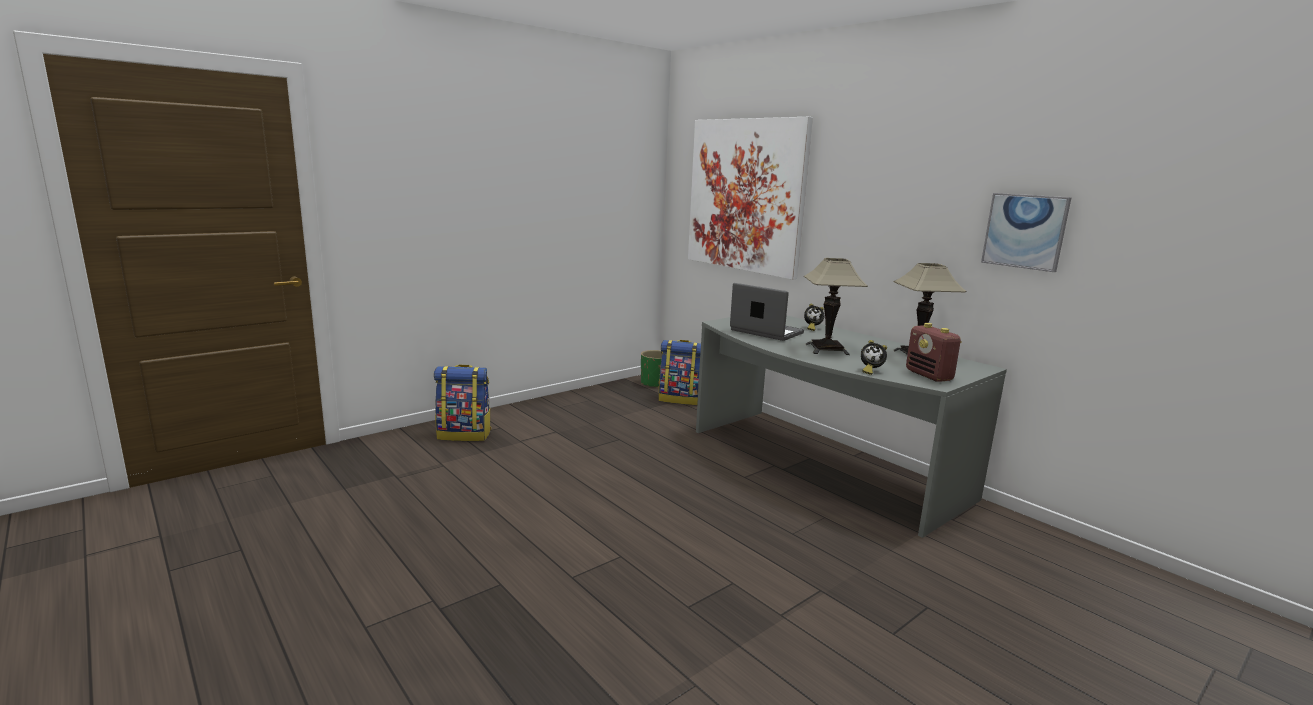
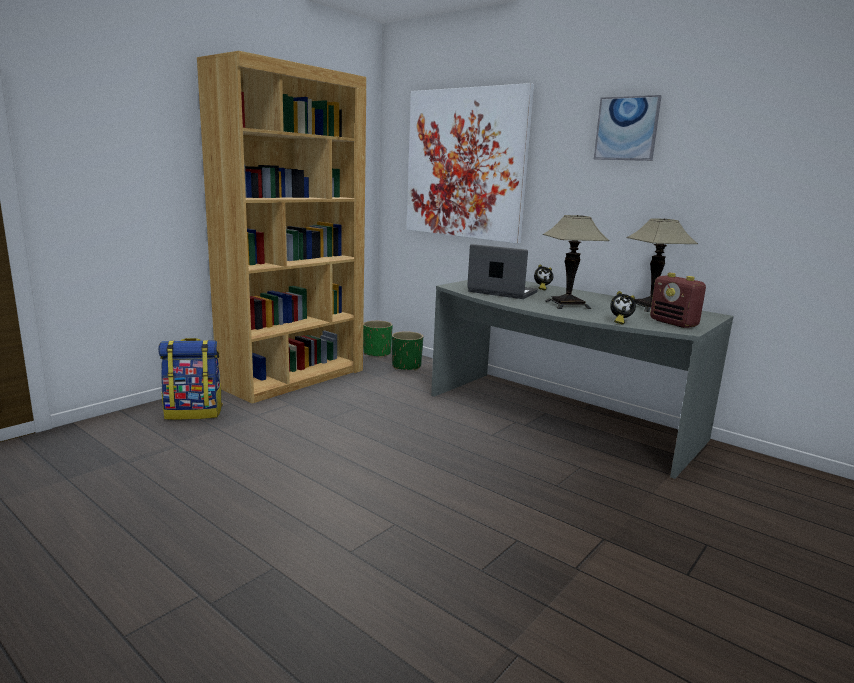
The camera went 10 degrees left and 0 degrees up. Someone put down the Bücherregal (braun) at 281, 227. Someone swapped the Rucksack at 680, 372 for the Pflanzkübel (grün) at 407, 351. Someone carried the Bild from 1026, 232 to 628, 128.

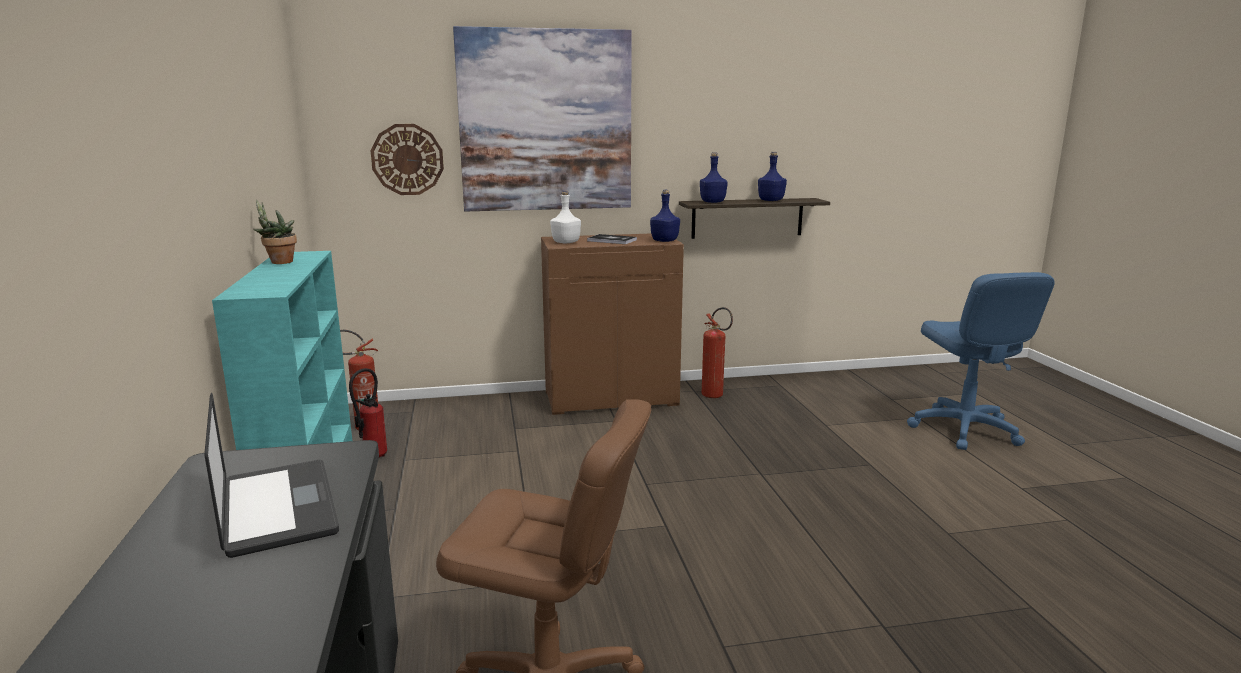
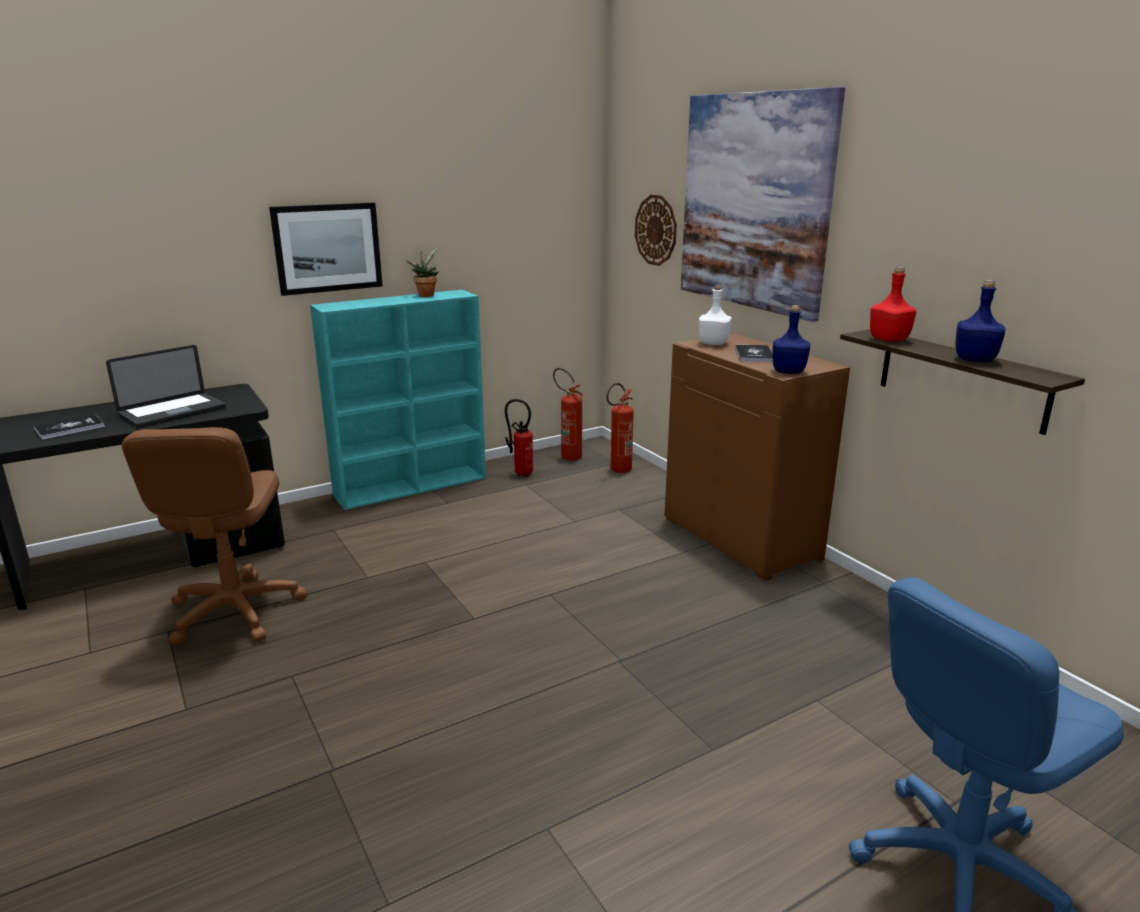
The camera went 70 degrees right and 5 degrees up. Someone put down the Buch at 69, 427. Someone put up the Bild at 326, 249. Someone carried the Feuerlöscher from 717, 352 to 620, 428. Someone repainted the Flasche (blau) at 714, 177, which became the Flasche (rot) at 893, 304.

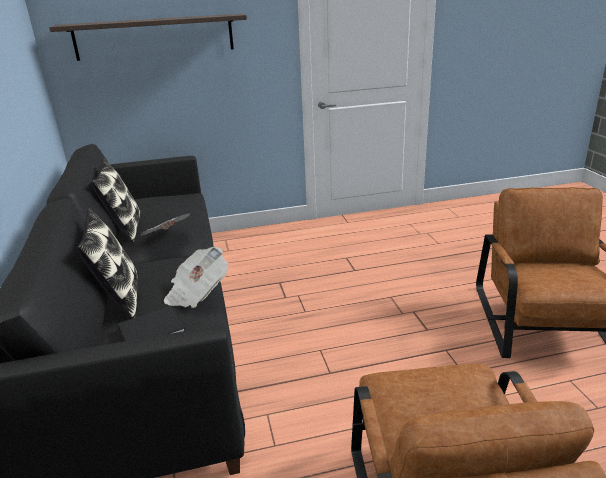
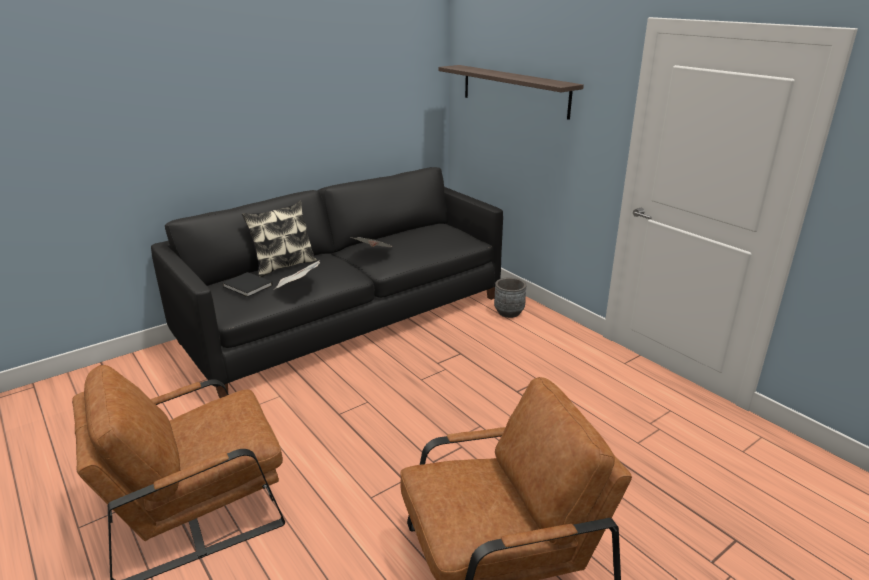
The camera went 65 degrees right and 0 degrees up. Someone put down the Pflanzkübel (grau) at 510, 297. Someone took away the Kissen at 115, 200.

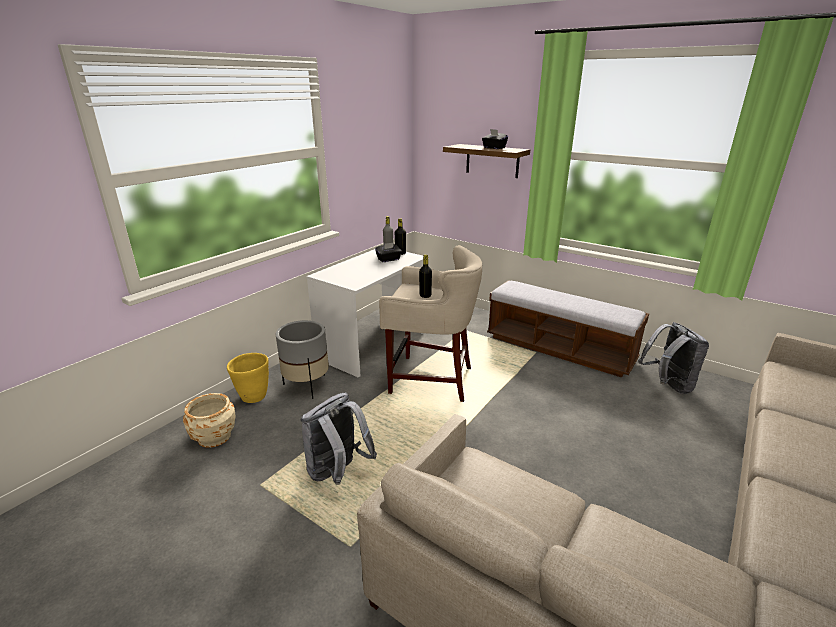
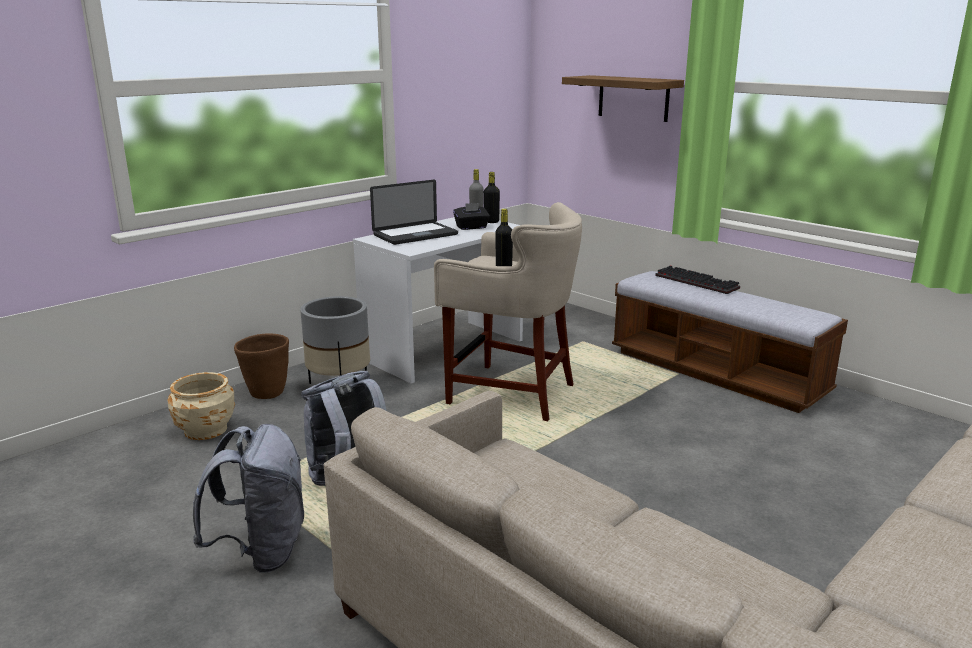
The camera went 10 degrees right and 5 degrees down. Someone carried the Rucksack (grau) from 674, 358 to 248, 498. Someone repainted the Pflanzkübel (gelb) at 248, 378, which became the Pflanzkübel (braun) at 261, 366. Someone put down the Laptop at 414, 212. Someone put down the Tastatur at 697, 280. Someone took away the Taschentuchbox (schwarz) at 495, 139.

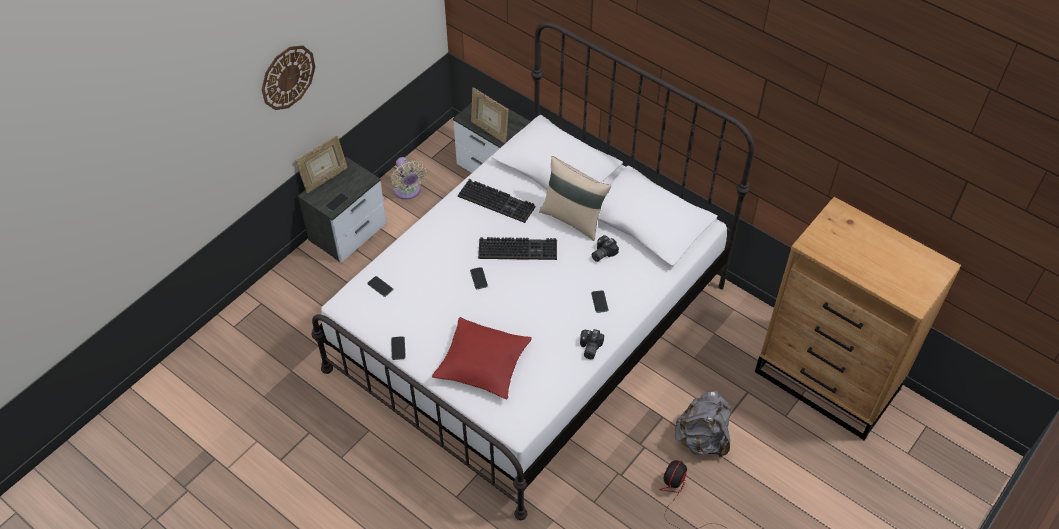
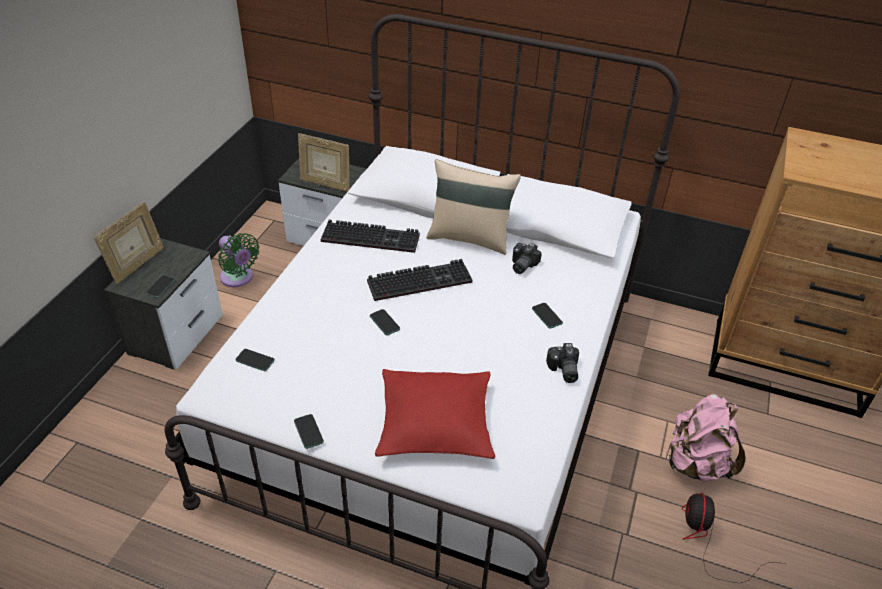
The camera went 20 degrees left and 10 degrees down. Someone repainted the Ventilator (beige) at 409, 178, which became the Ventilator (grün) at 238, 260. Someone repainted the Rucksack (grau) at 702, 424, which became the Rucksack (rosa) at 705, 438. Someone took away the Wanduhr at 288, 77.

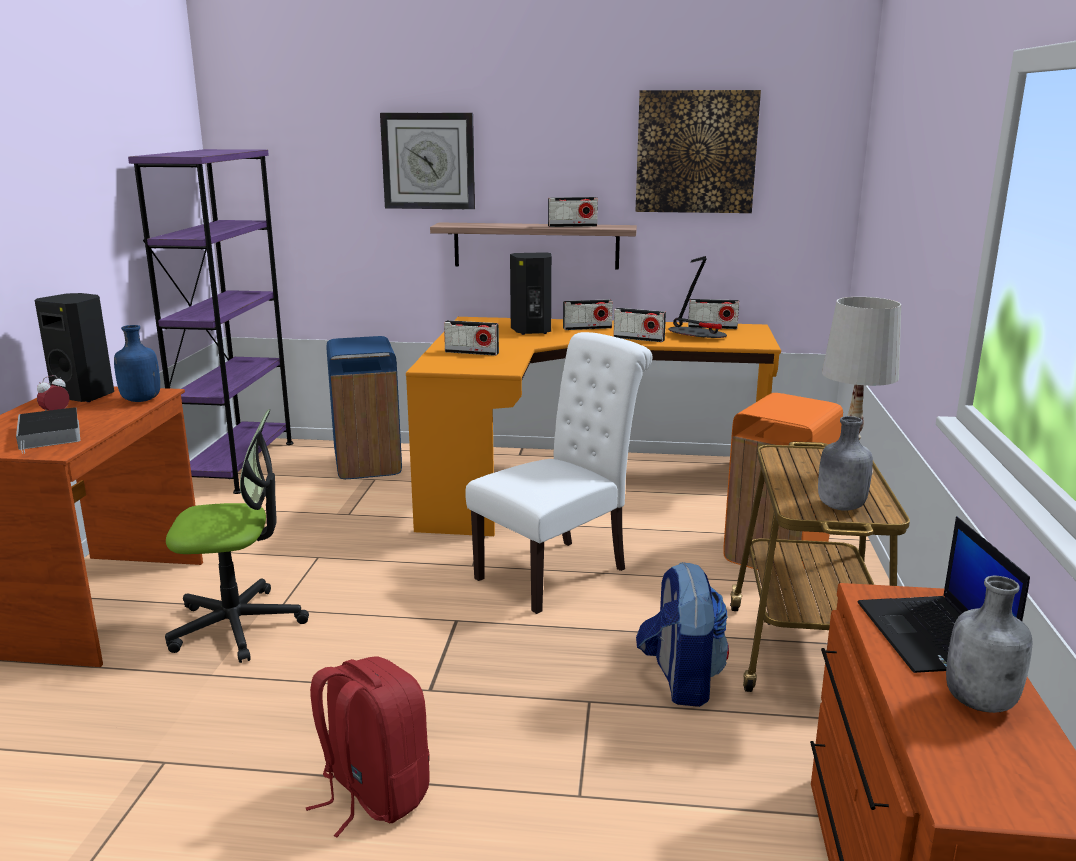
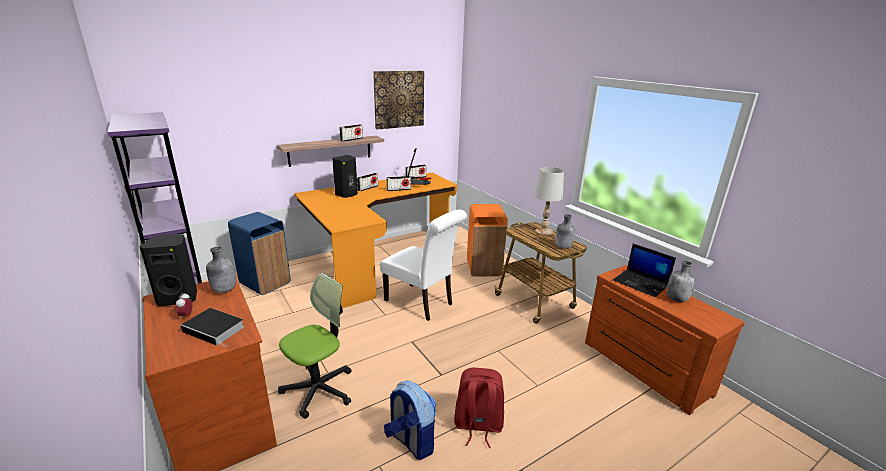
The camera went 40 degrees left and 5 degrees up. Someone repainted the Flasche (blau) at 137, 363, which became the Flasche (grau) at 221, 269. Someone rotated the Stuhl (weiß) at 559, 473 by 120 degrees clockwise. Someone carried the Rucksack from 682, 634 to 410, 420. Someone took away the Wanduhr at 427, 161. Someone took away the Radio at 471, 338.

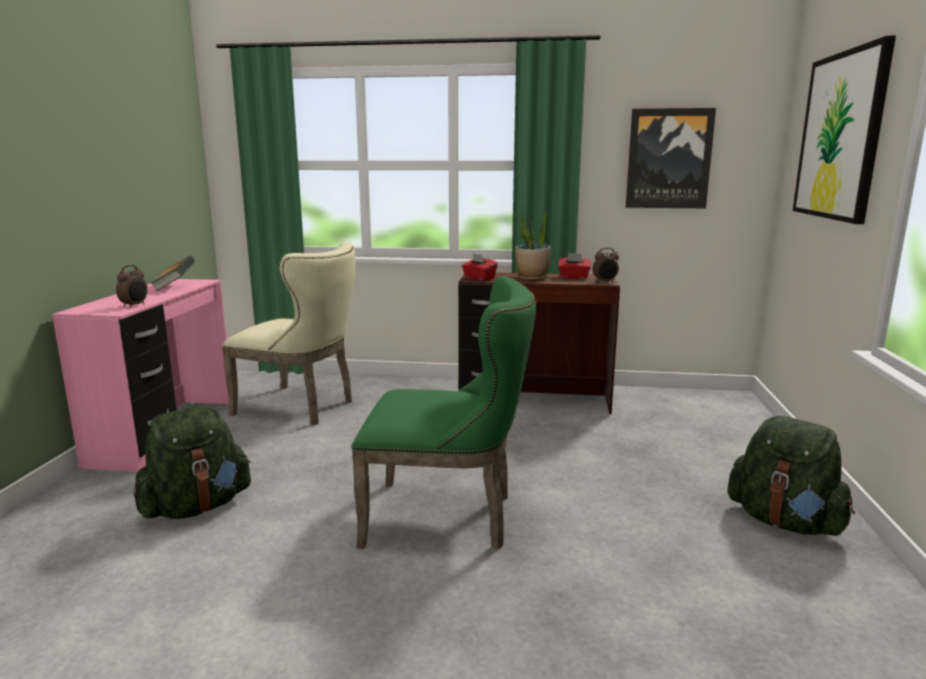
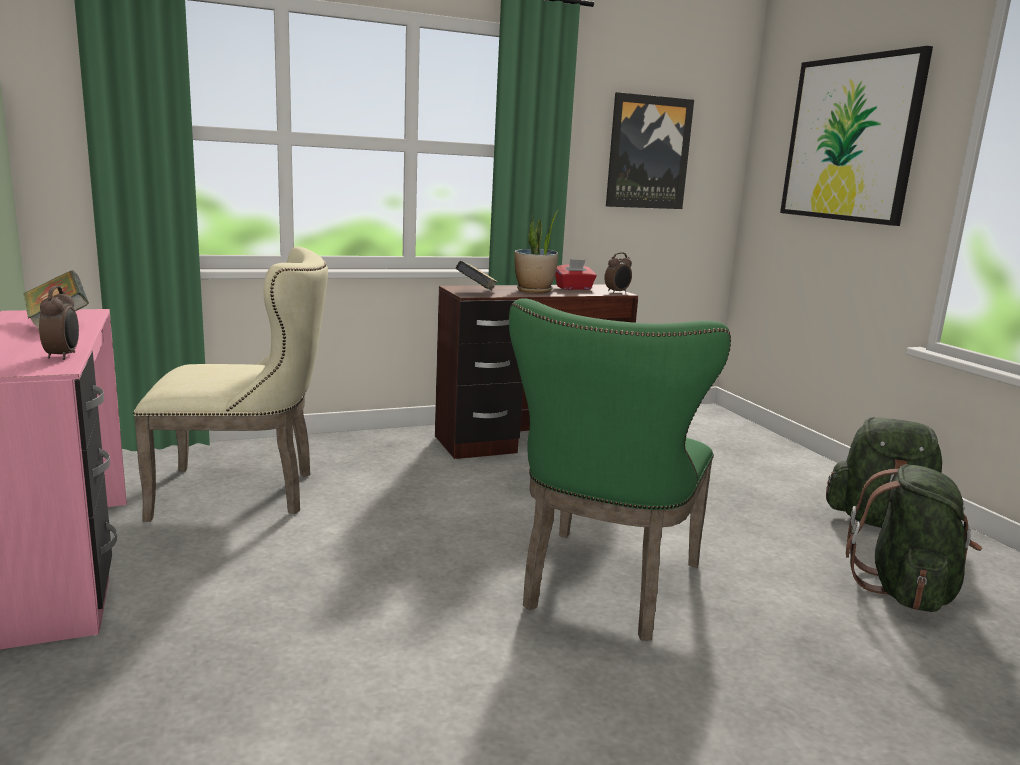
The camera went 30 degrees left and 0 degrees up. Someone swapped the Taschentuchbox (rot) at 480, 267 for the Buch at 477, 276. Someone rotated the Stuhl (grün) at 443, 412 by 135 degrees clockwise. Someone carried the Rucksack (grün) from 192, 462 to 914, 538.

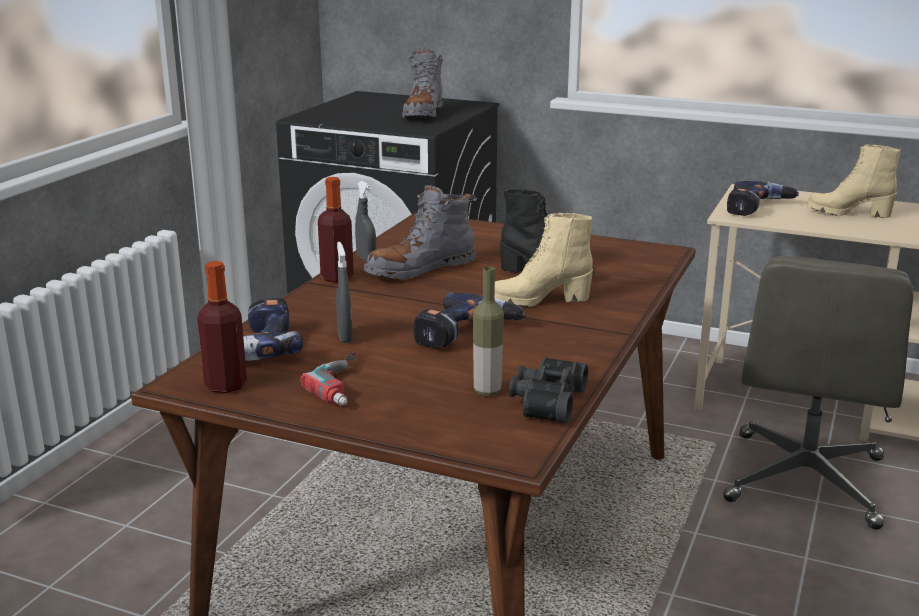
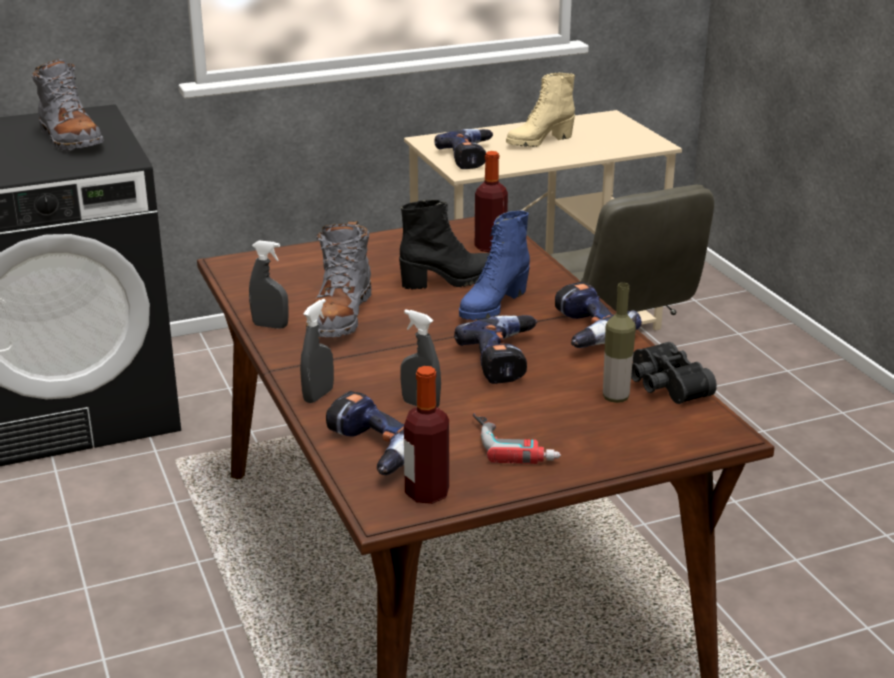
The camera went 45 degrees left and 5 degrees up. Someone put down the Sprühflasche (grau) at 317, 350. Someone repainted the Stiefel (beige) at 543, 260, which became the Stiefel (blau) at 494, 265. Someone carried the Flasche from 336, 230 to 491, 202. Someone put down the Bohrmaschine at 598, 315.

